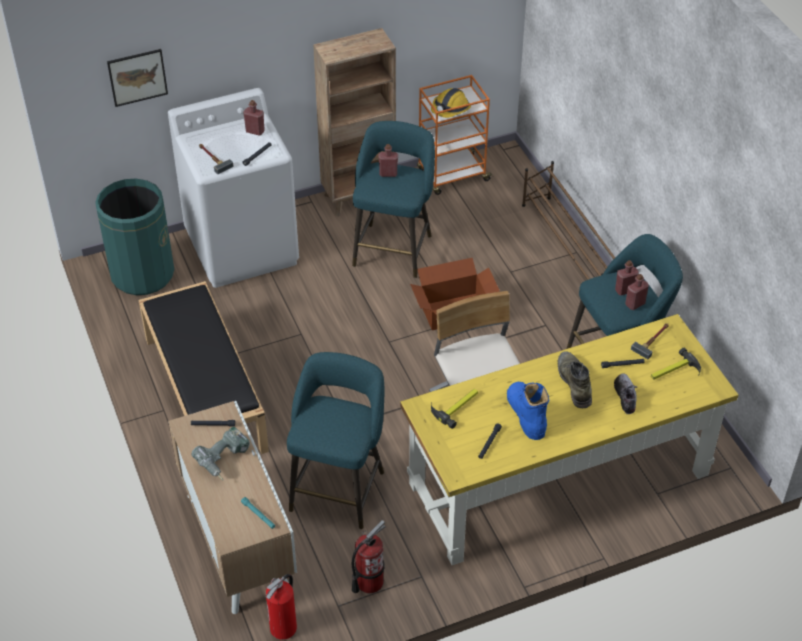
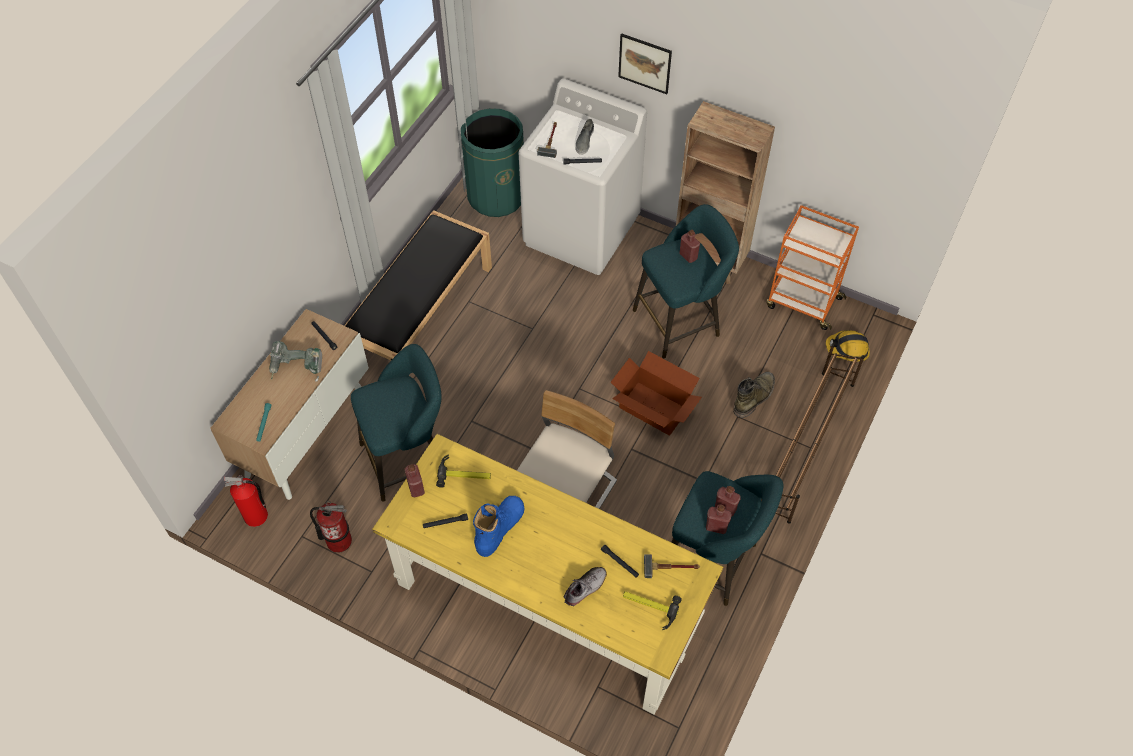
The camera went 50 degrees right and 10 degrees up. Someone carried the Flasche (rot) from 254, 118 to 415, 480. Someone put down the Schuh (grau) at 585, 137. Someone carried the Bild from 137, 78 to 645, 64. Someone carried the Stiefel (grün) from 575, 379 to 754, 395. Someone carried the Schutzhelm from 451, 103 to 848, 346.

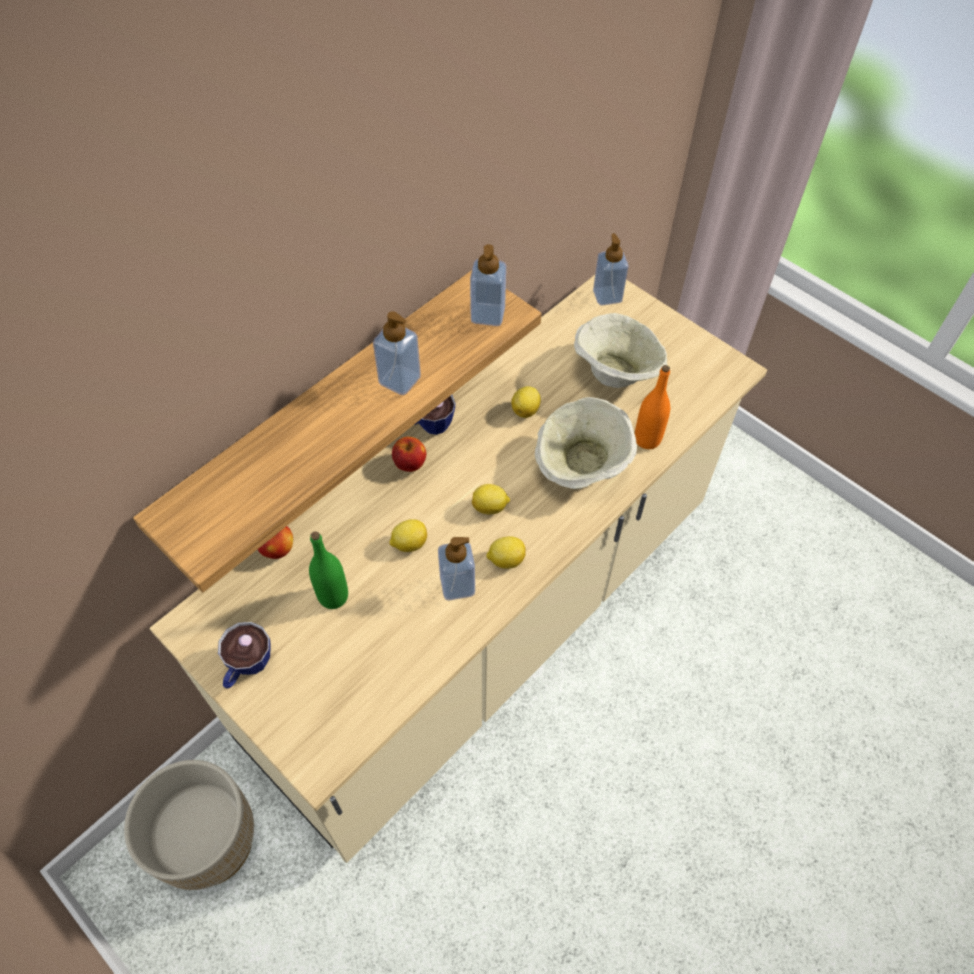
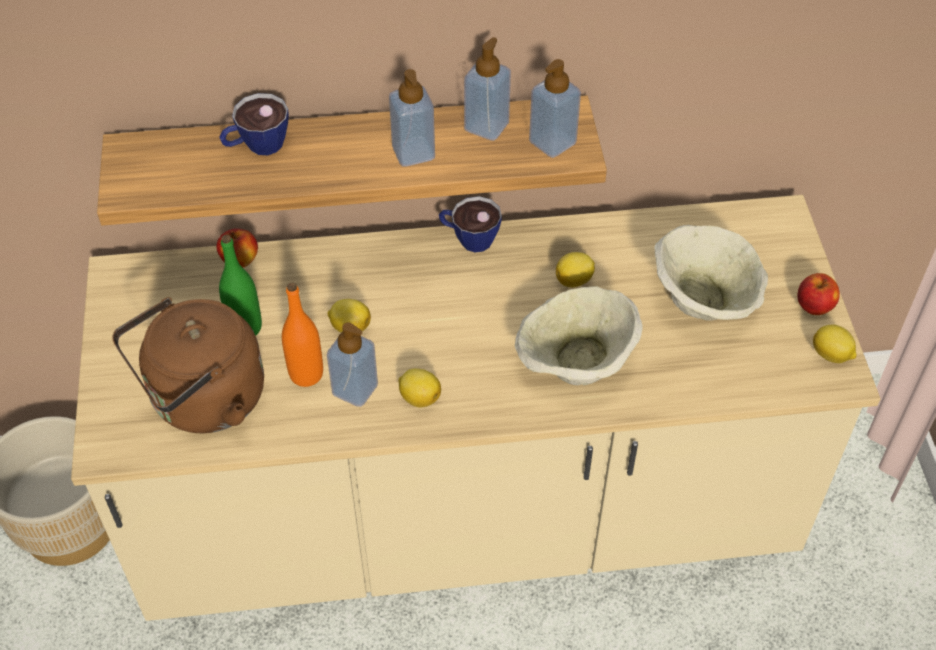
The camera went 40 degrees right and 5 degrees down. Someone put down the Wasserkessel (braun) at 188, 365. Someone carried the Tasse from 244, 655 to 254, 124. Someone carried the Flasche (orange) from 652, 407 to 302, 334. Someone carried the Seifenspender from 611, 269 to 487, 89. Someone carried the Apfel from 409, 454 to 819, 294. Someone carried the Zitrone from 491, 499 to 834, 343.

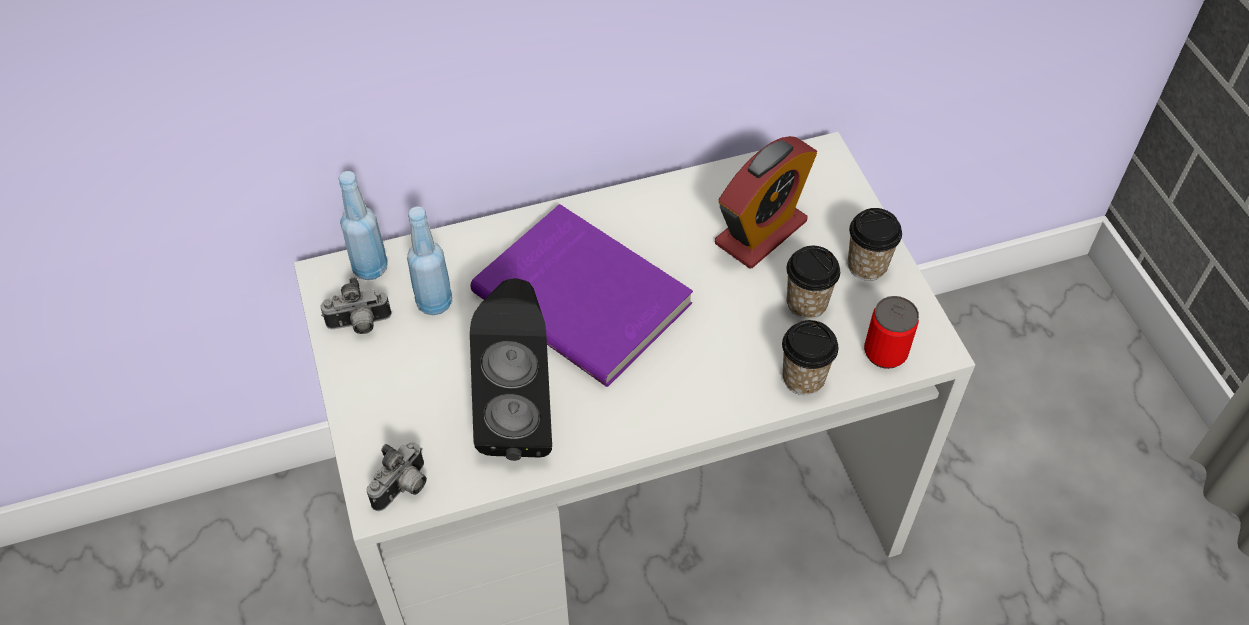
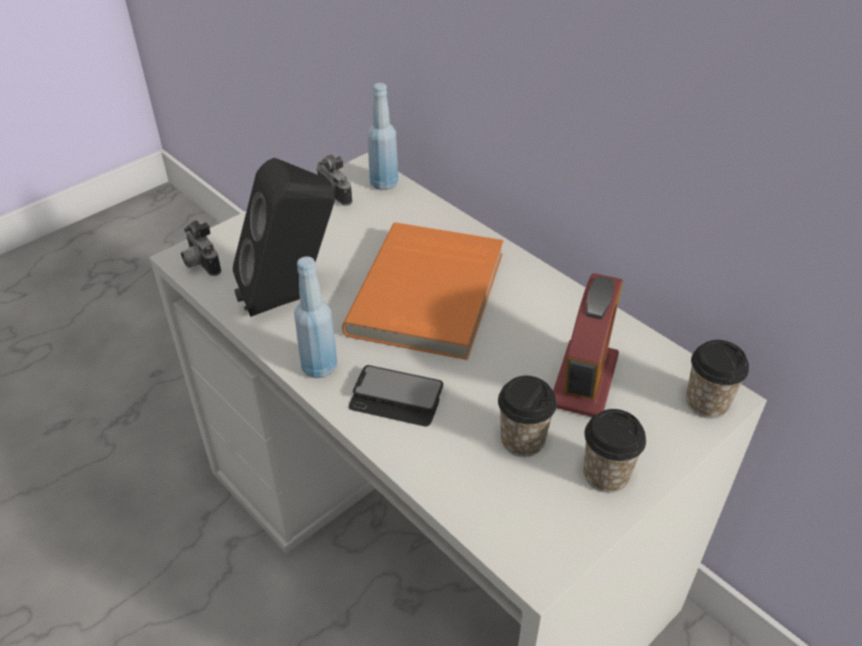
The camera went 65 degrees right and 10 degrees down. Someone rotated the Kamera at 396, 476 by 45 degrees clockwise. Someone carried the Flasche (blau) from 429, 260 to 315, 317. Someone repainted the Buch (lila) at 582, 295, which became the Buch (orange) at 422, 291. Someone put down the Handy at 396, 396. Someone rotated the Wecker at 766, 202 by 90 degrees counterclockwise. Someone carried the Tasse from 810, 357 to 717, 379. Someone took away the Dose at 891, 332.

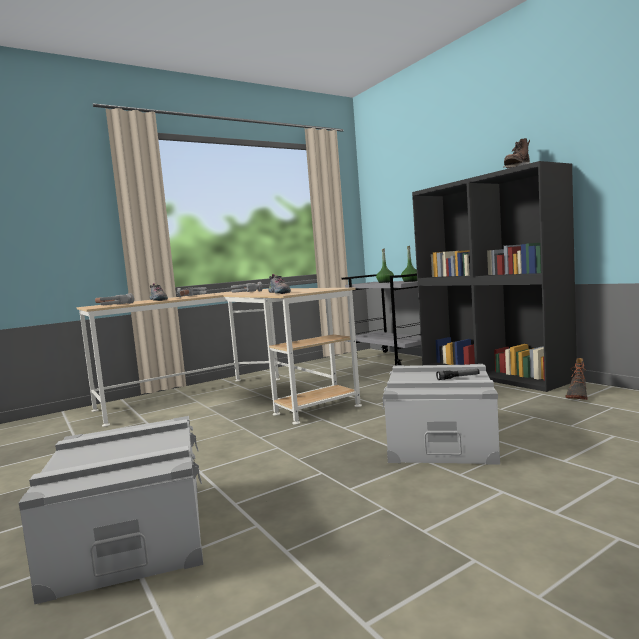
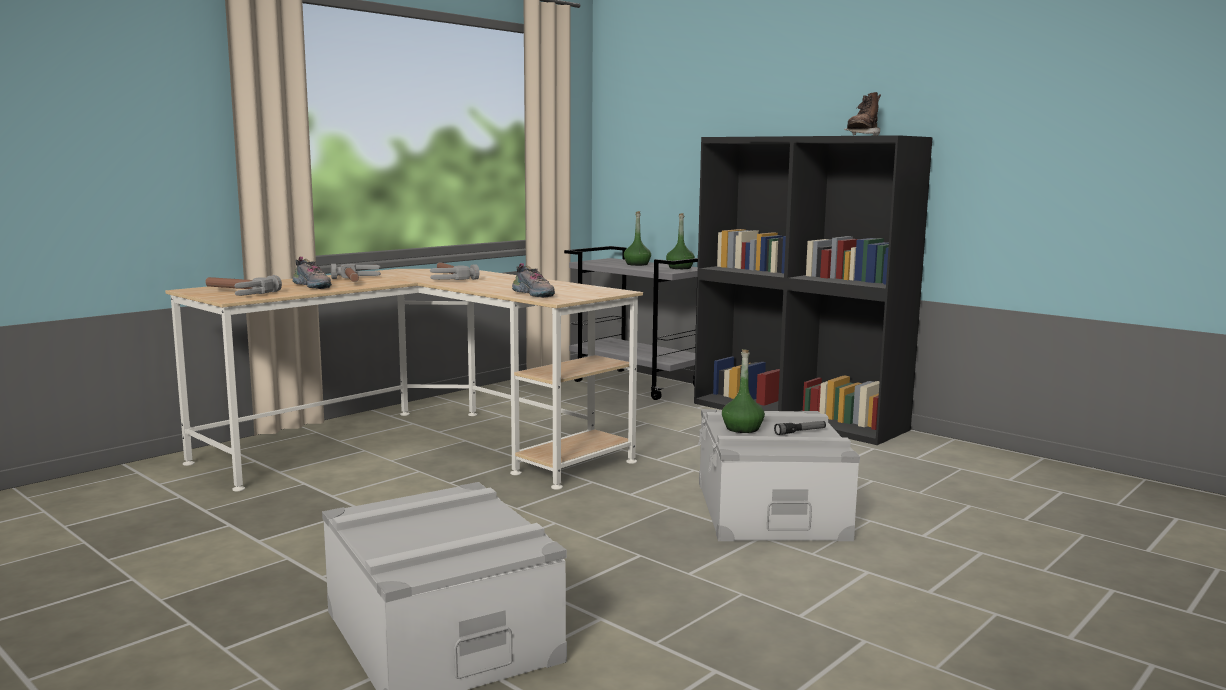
The camera went 15 degrees left and 5 degrees up. Someone put down the Flasche (grün) at 743, 391. Someone took away the Stiefel at 576, 379.

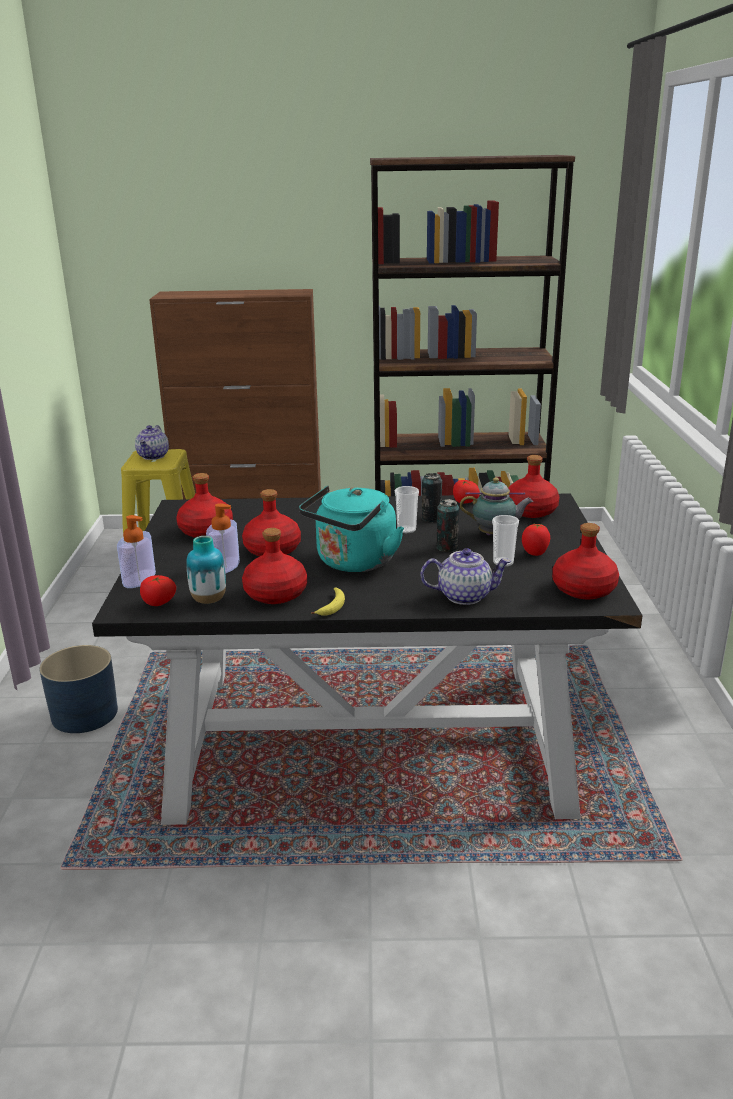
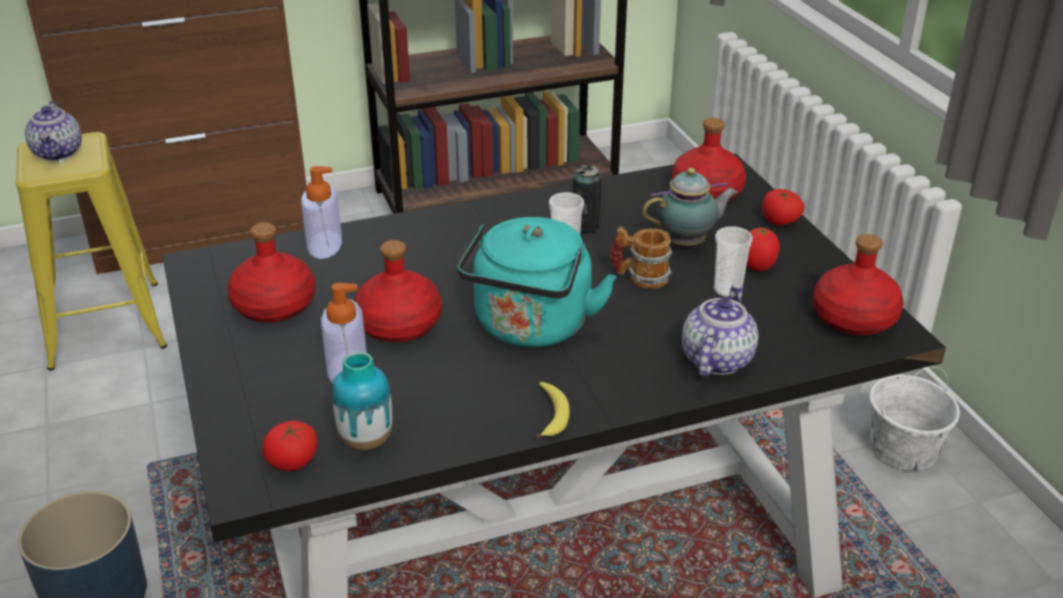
The camera went 20 degrees left and 10 degrees up. Someone carried the Seifenspender from 136, 551 to 321, 212. Someone swapped the Dose at 447, 525 for the Henkelbecher at 641, 258. Someone rotated the Teekanne at 465, 576 by 45 degrees counterclockwise. Someone carried the Tomate from 466, 492 to 783, 207. Someone put down the Eimer (weiß) at 914, 419. Someone took away the Flasche (rot) at 274, 566.

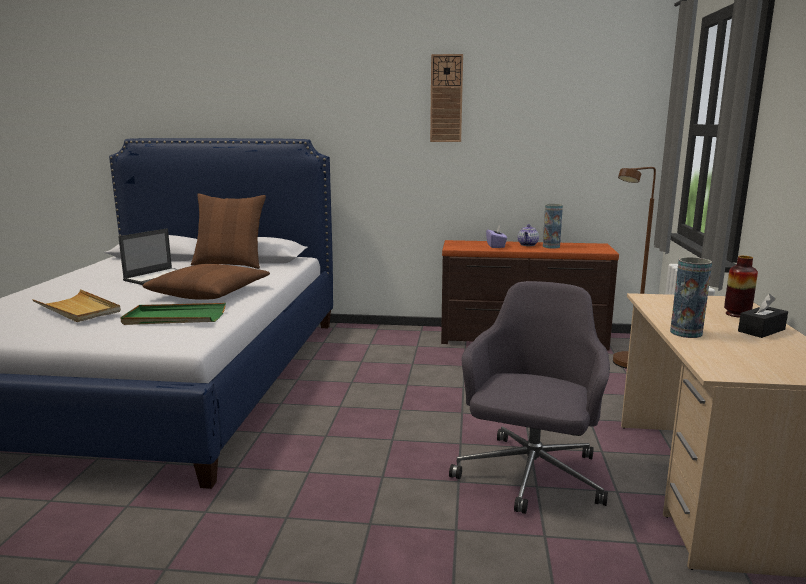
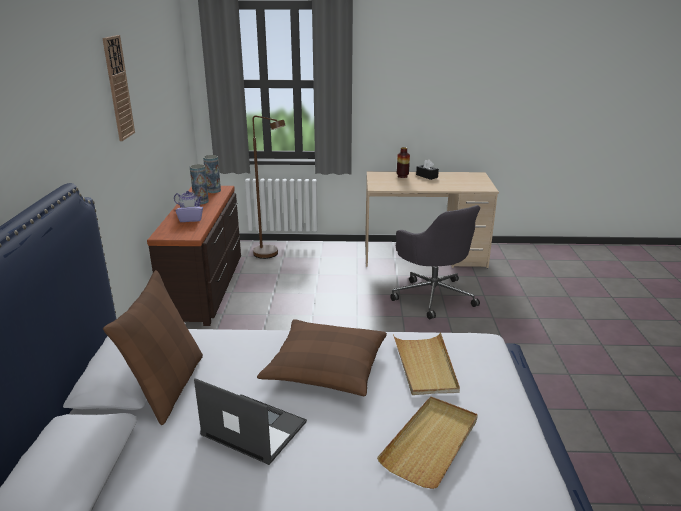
The camera went 95 degrees left and 10 degrees up. Someone carried the Vase from 691, 297 to 212, 174. Someone rotated the Bürostuhl (grau) at 529, 397 by 135 degrees counterclockwise. Someone repainted the Tablett (grün) at 173, 314, which became the Tablett (beige) at 426, 363.

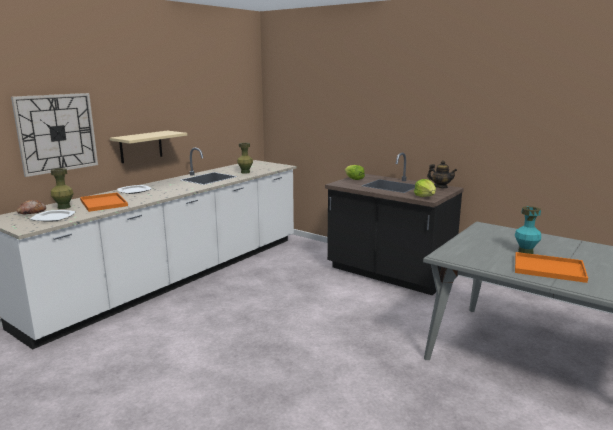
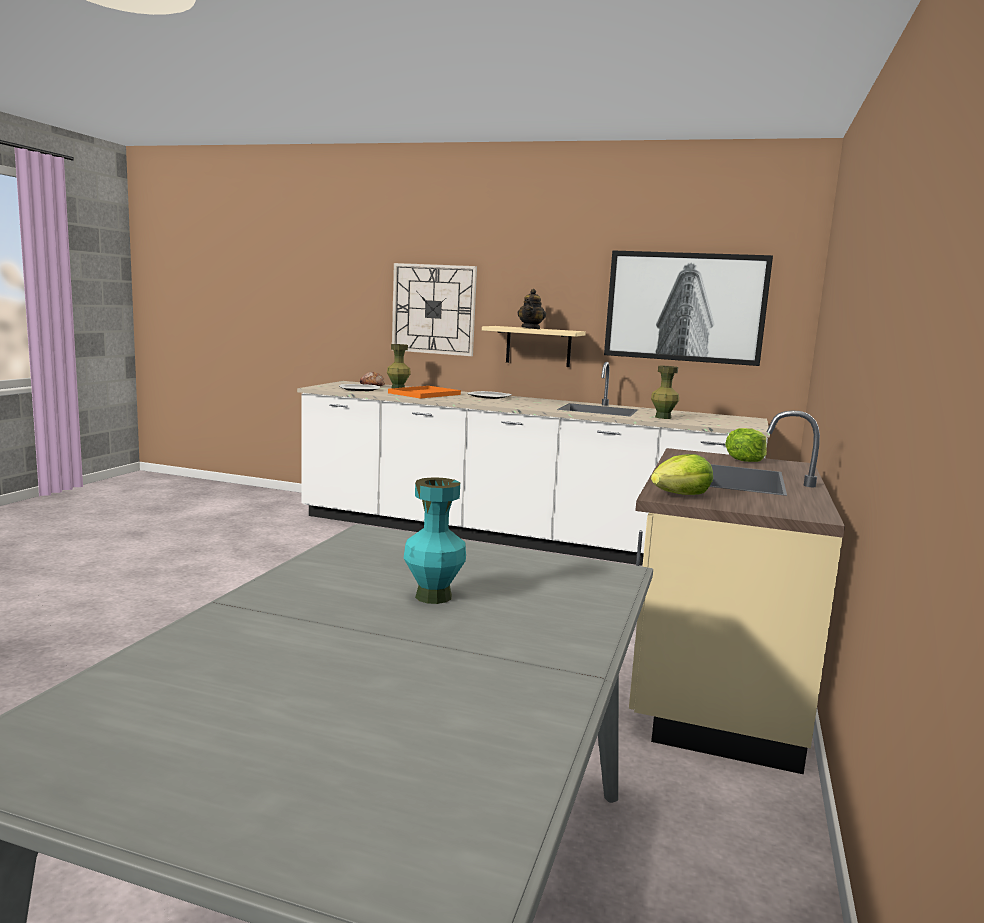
The camera went 70 degrees right and 5 degrees down. Someone carried the Teekanne from 442, 174 to 531, 309. Someone put up the Bild at 688, 308. Someone repainted the Küchenzeile (schwarz) at 394, 224, which became the Küchenzeile (beige) at 737, 592. Someone took away the Tablett (orange) at 551, 267.

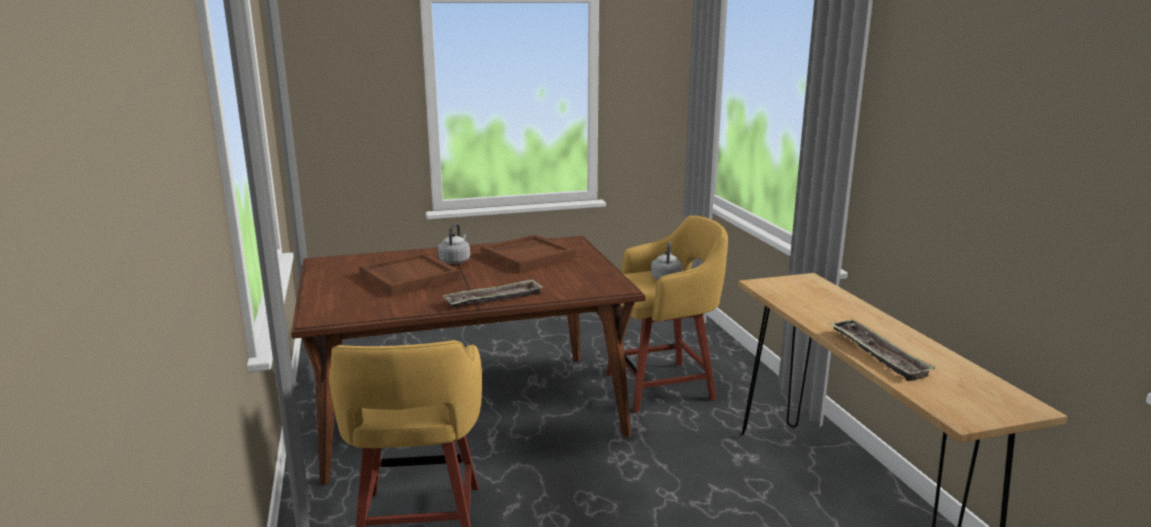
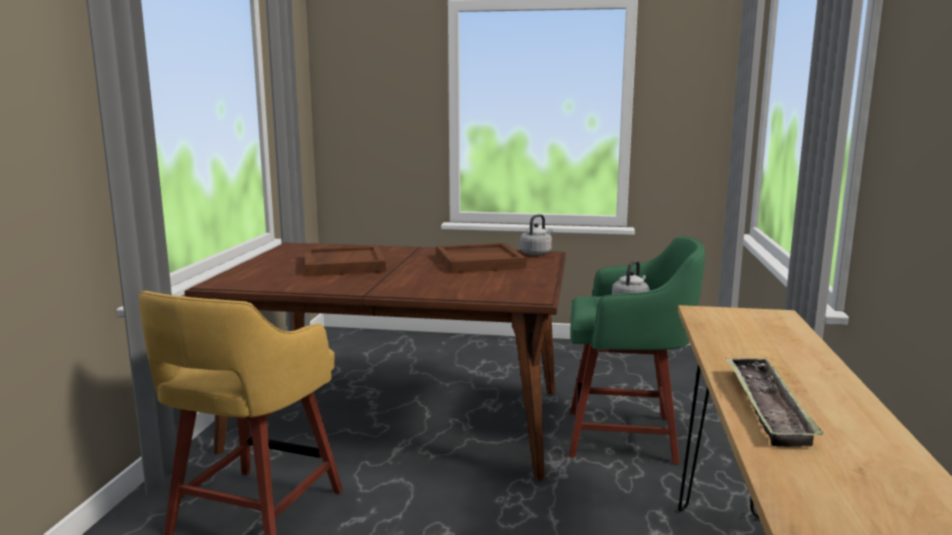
The camera went 25 degrees right and 5 degrees down. Someone carried the Wasserkessel (grau) from 454, 243 to 536, 234. Someone repainted the Hocker (gelb) at 666, 314, which became the Hocker (grün) at 637, 350. Someone took away the Tablett at 493, 293.

